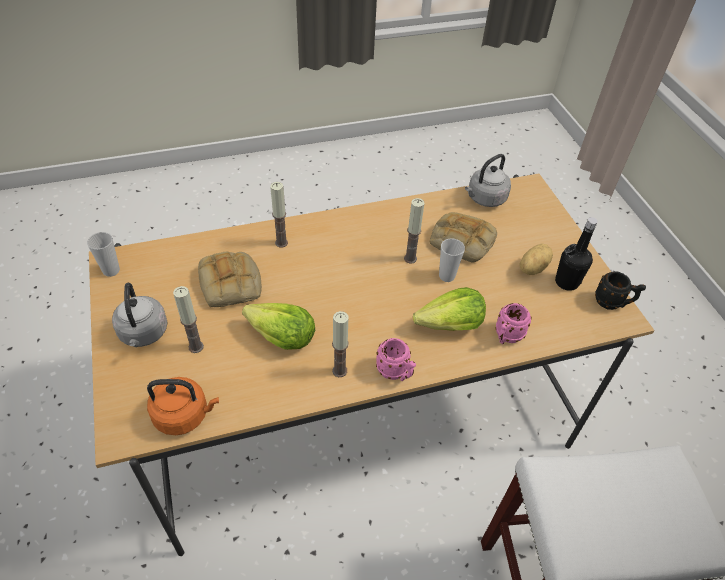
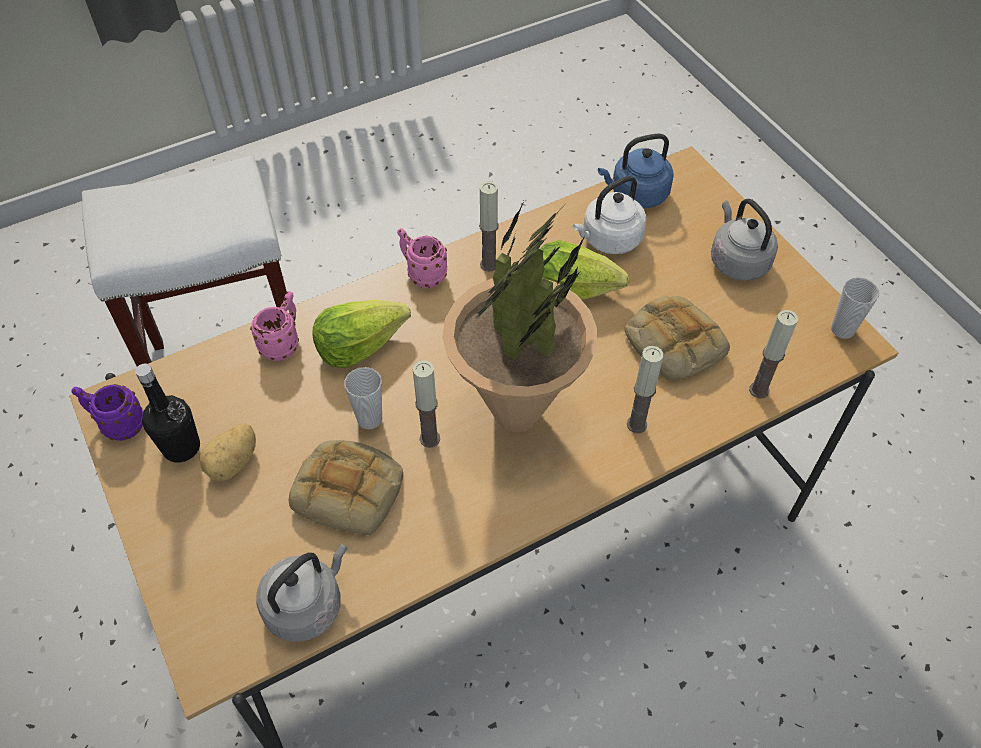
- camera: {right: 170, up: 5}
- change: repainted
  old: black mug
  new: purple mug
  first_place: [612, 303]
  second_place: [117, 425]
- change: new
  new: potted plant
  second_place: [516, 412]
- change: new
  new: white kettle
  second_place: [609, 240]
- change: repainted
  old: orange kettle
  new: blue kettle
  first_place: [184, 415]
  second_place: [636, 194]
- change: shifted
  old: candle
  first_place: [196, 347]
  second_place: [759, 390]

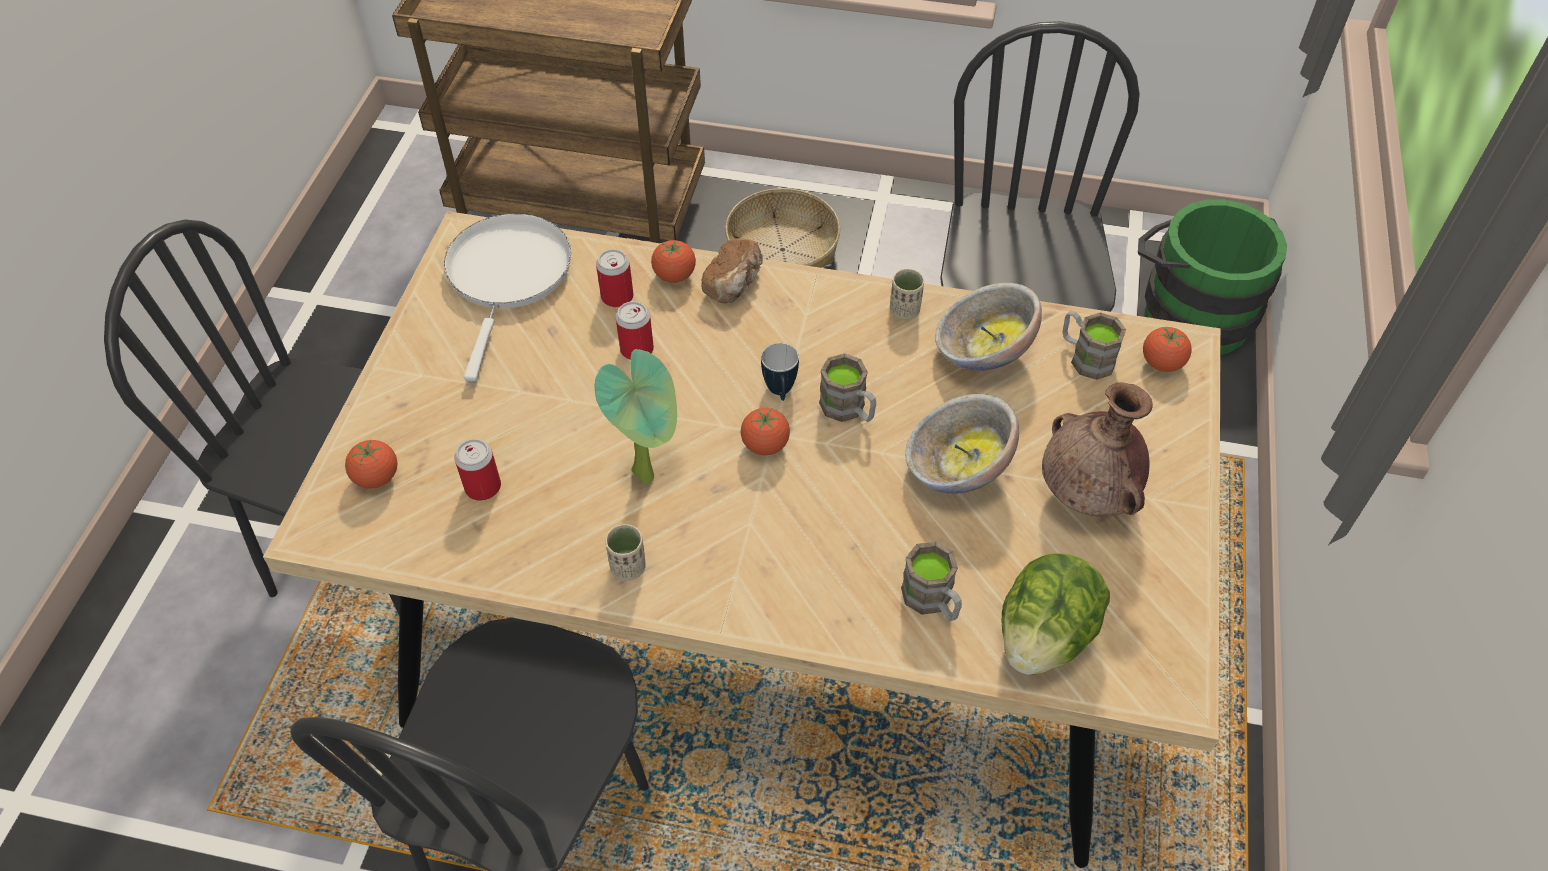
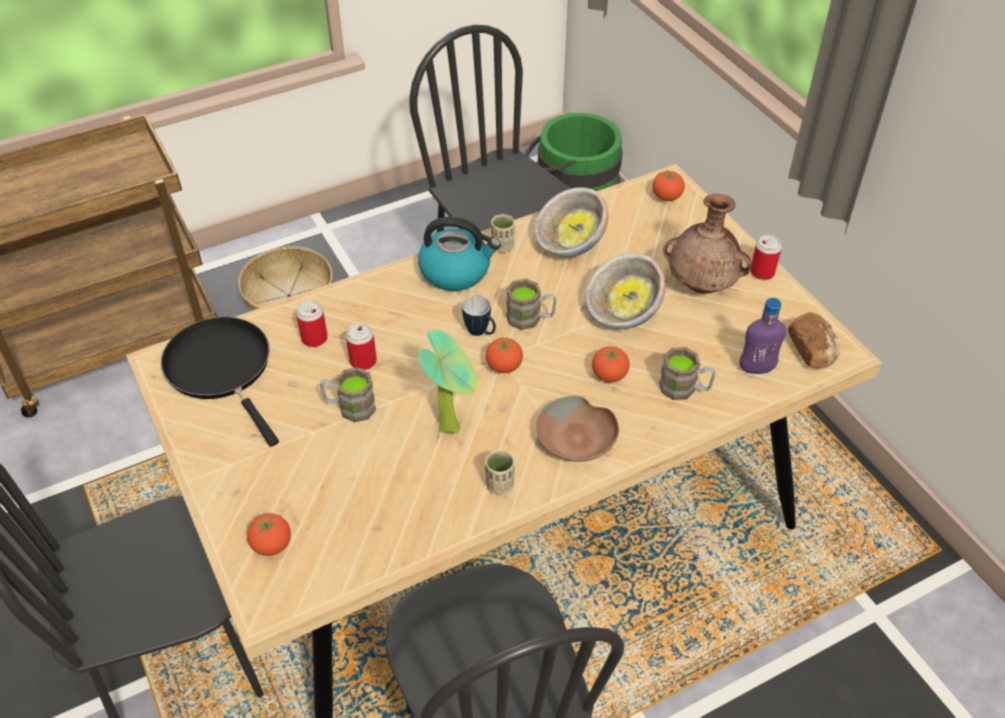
- camera: {right: -40, up: -5}
- change: repainted
  old: white frying pan
  new: black frying pan
  first_place: [508, 276]
  second_place: [222, 369]
- change: shifted
  old: brown mug
  first_place: [1085, 357]
  second_place: [349, 407]
- change: new
  new: kettle
  second_place: [456, 271]
- change: new
  new: brown bowl
  second_place: [577, 440]
- change: shifted
  old: tomato
  first_place: [674, 275]
  second_place: [609, 375]
- change: swapped
  old: lettuce
  new: purple bottle
  first_place: [1044, 636]
  second_place: [756, 368]
- change: shifted
  old: can
  first_place: [483, 487]
  second_place: [762, 272]
- change: shifted
  old: bread
  first_place: [735, 283]
  second_place: [812, 350]

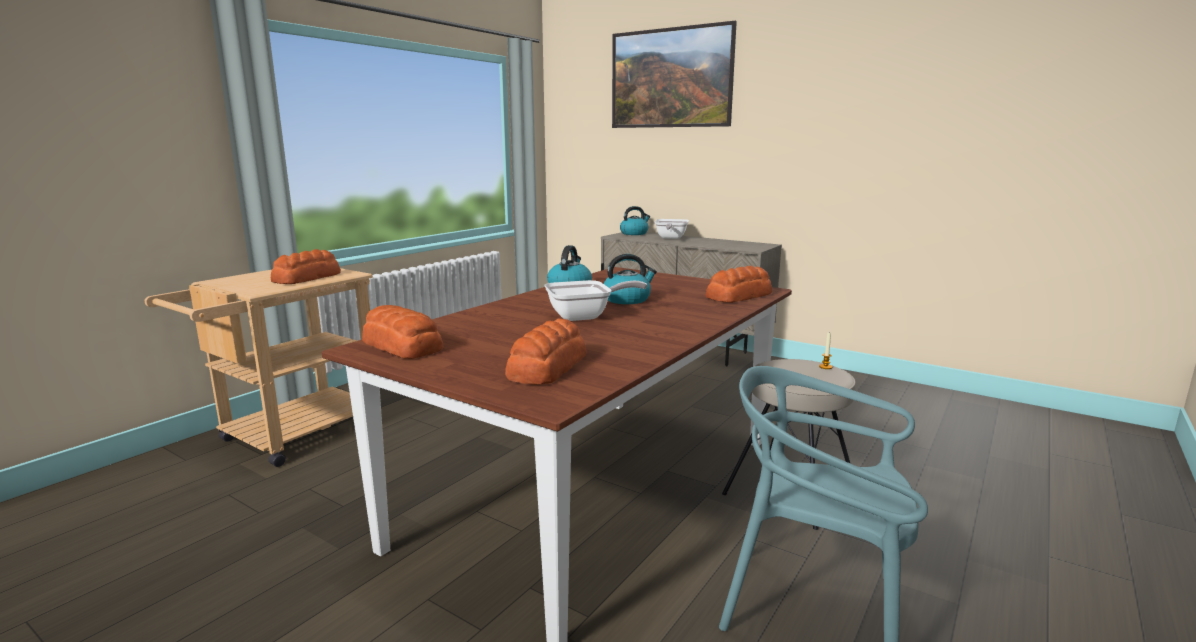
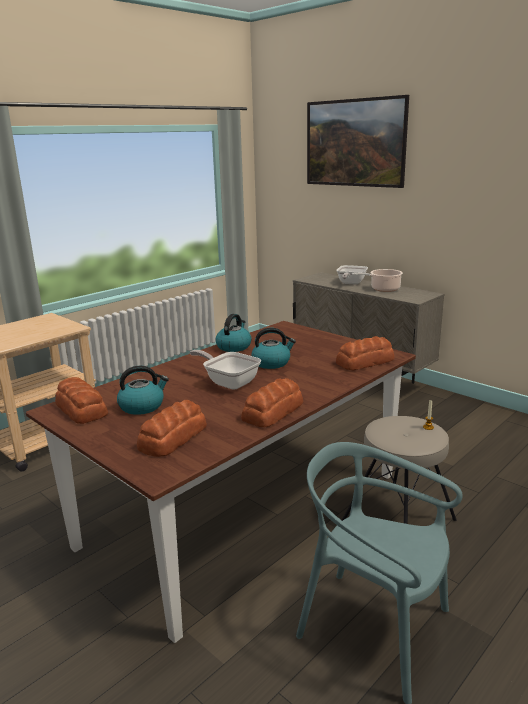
- camera: {right: 10, up: 5}
- change: shifted
  old: kettle
  first_place: [634, 233]
  second_place: [142, 406]
- change: rotated
  old: frying pan
  first_place: [585, 316]
  second_place: [229, 382]
  degrees: -135
- change: shifted
  old: bread
  first_place: [308, 278]
  second_place: [274, 411]
- change: new
  new: cooking pot
  second_place: [383, 289]

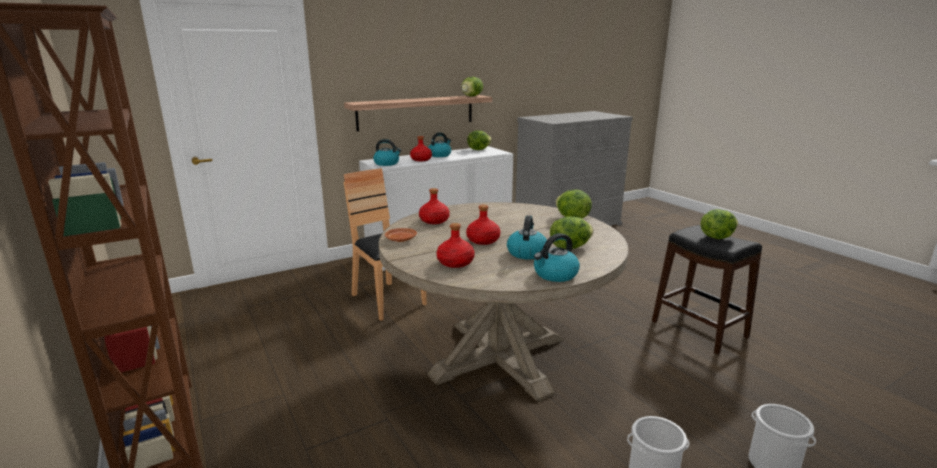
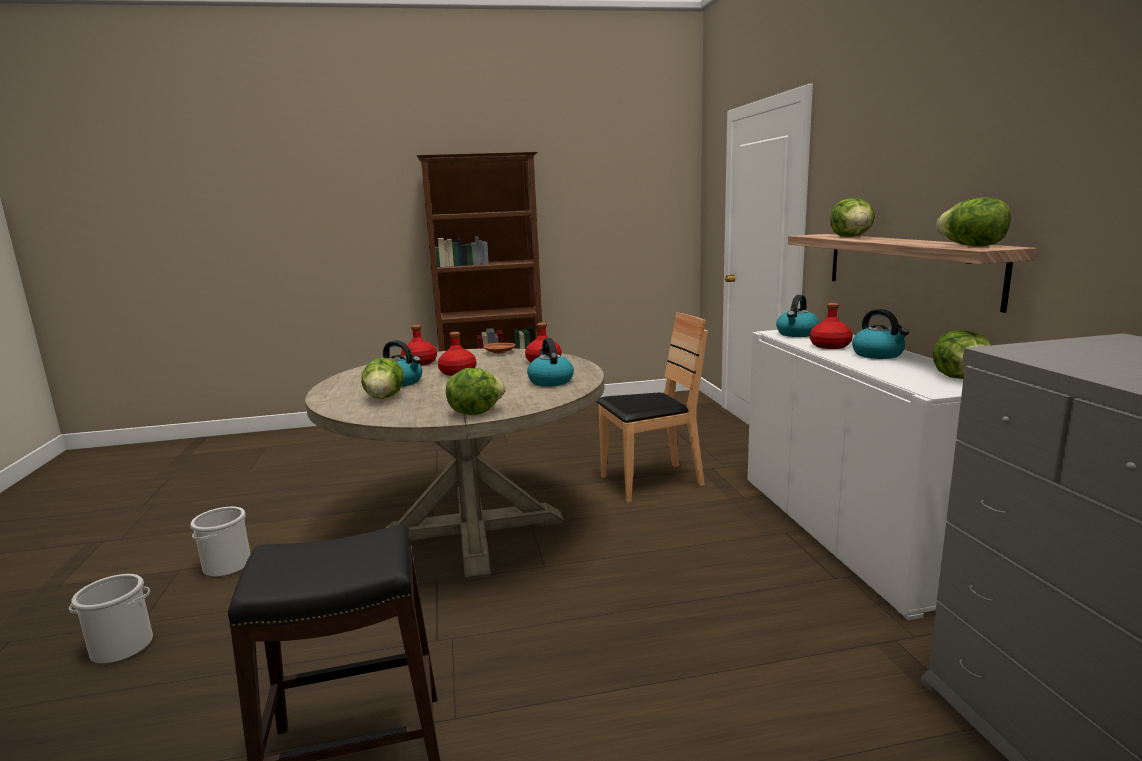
- camera: {right: 110, up: -5}
- change: shifted
  old: kettle
  first_place: [555, 274]
  second_place: [550, 381]
- change: shifted
  old: lettuce
  first_place: [716, 237]
  second_place: [851, 237]

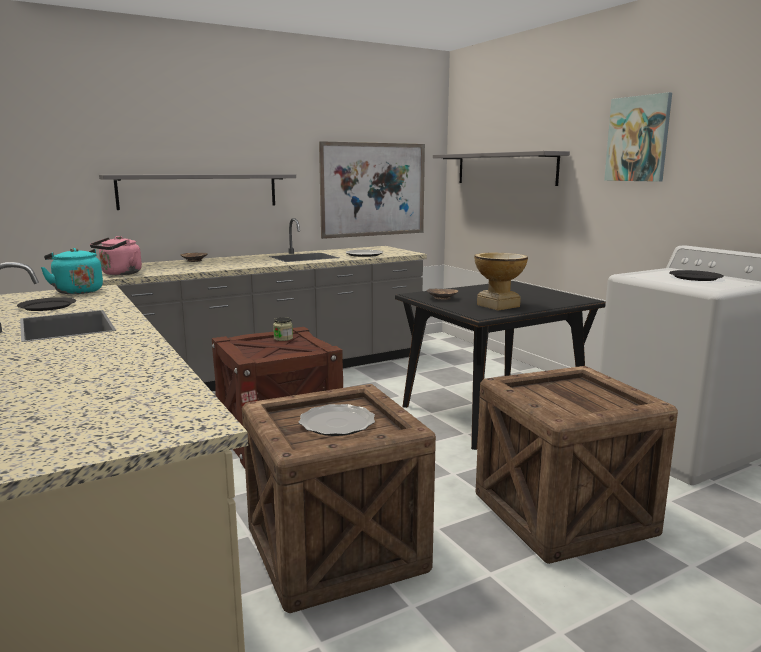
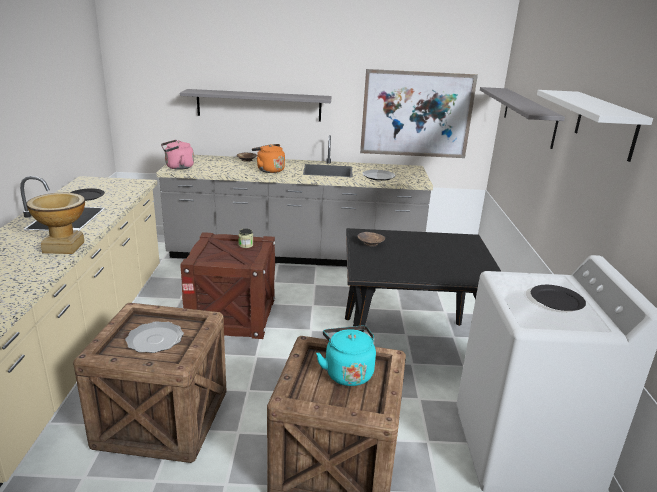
- camera: {right: 30, up: 10}
- change: shifted
  old: vase
  first_place: [498, 305]
  second_place: [64, 247]
- change: new
  new: orange kettle
  second_place: [269, 170]
- change: shifted
  old: turquoise kettle
  first_place: [77, 291]
  second_place: [347, 372]
- change: swapped
  old: picture
  new: white shelf
  first_place: [638, 139]
  second_place: [605, 124]

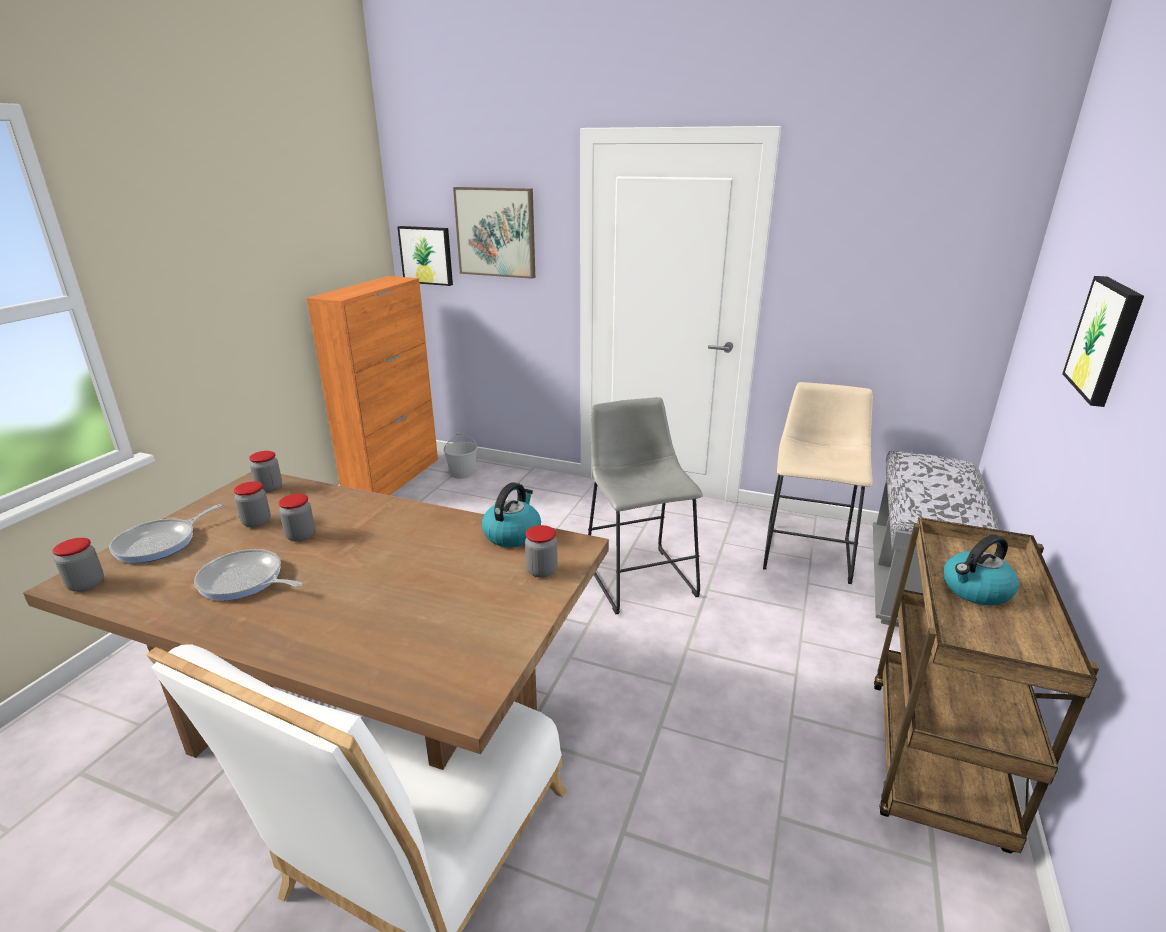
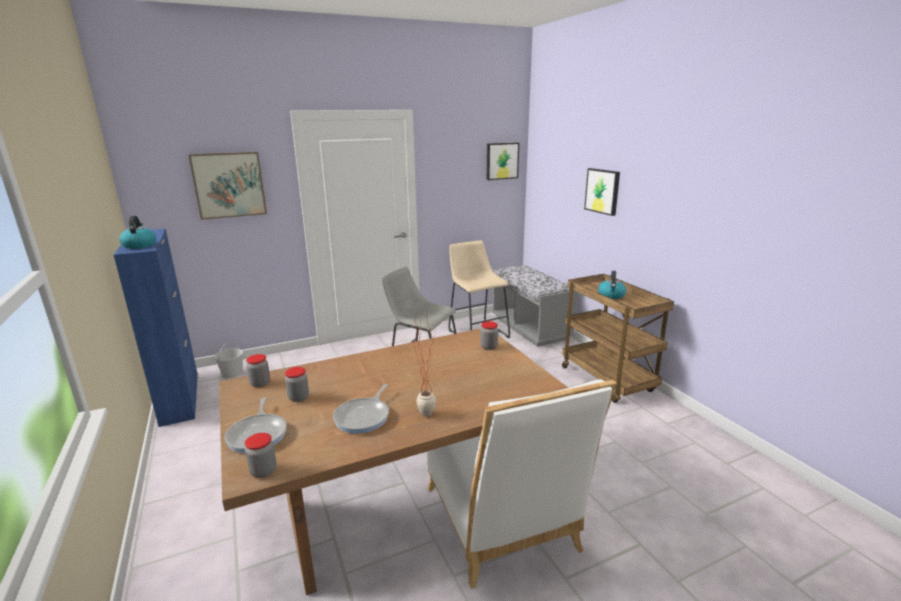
- camera: {right: -45, up: -5}
- change: repainted
  old: orange cabinet
  new: blue cabinet
  first_place: [394, 478]
  second_place: [180, 397]
- change: shifted
  old: kettle
  first_place: [512, 534]
  second_place: [139, 245]
- change: rotated
  old: frying pan
  first_place: [244, 581]
  second_place: [364, 417]
  degrees: -45
- change: new
  new: potted plant
  second_place: [428, 411]
- change: shifted
  old: picture
  first_place: [427, 255]
  second_place: [501, 161]
- change: gone
  old: jar
  first_place: [300, 536]

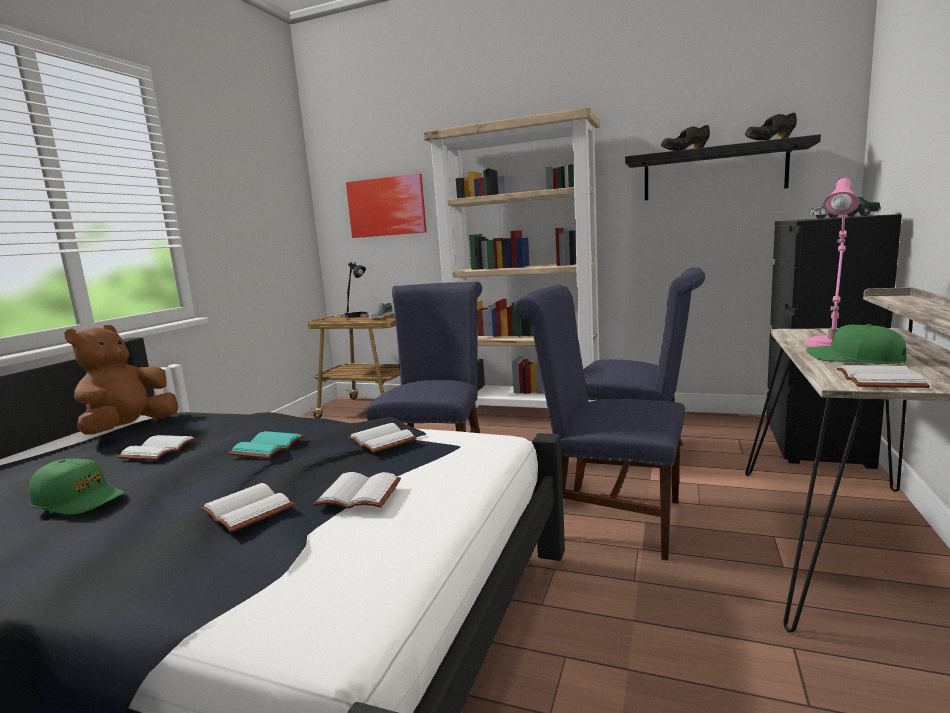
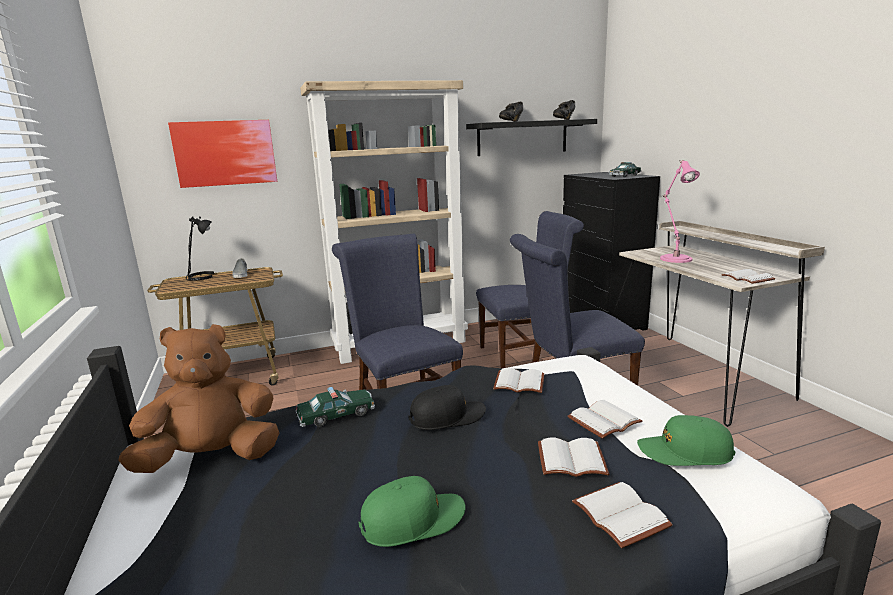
- camera: {right: -40, up: 5}
- change: rotated
  old: brown plush toy
  first_place: [129, 429]
  second_place: [212, 458]
  degrees: 90
- change: new
  new: toy car
  second_place: [336, 415]
- change: swapped
  old: turquoise book
  new: black cap
  first_place: [267, 446]
  second_place: [447, 417]
- change: shifted
  old: white book
  first_place: [158, 449]
  second_place: [617, 515]
- change: shifted
  old: green cap
  first_place: [854, 358]
  second_place: [684, 452]

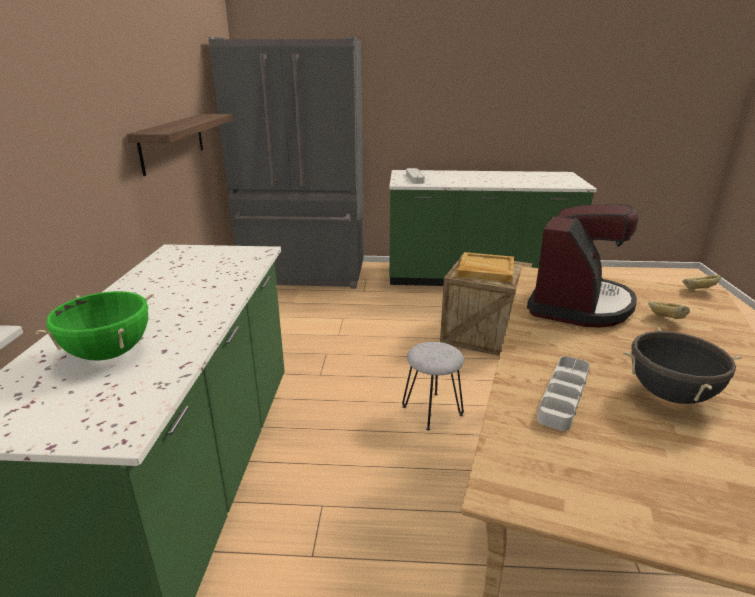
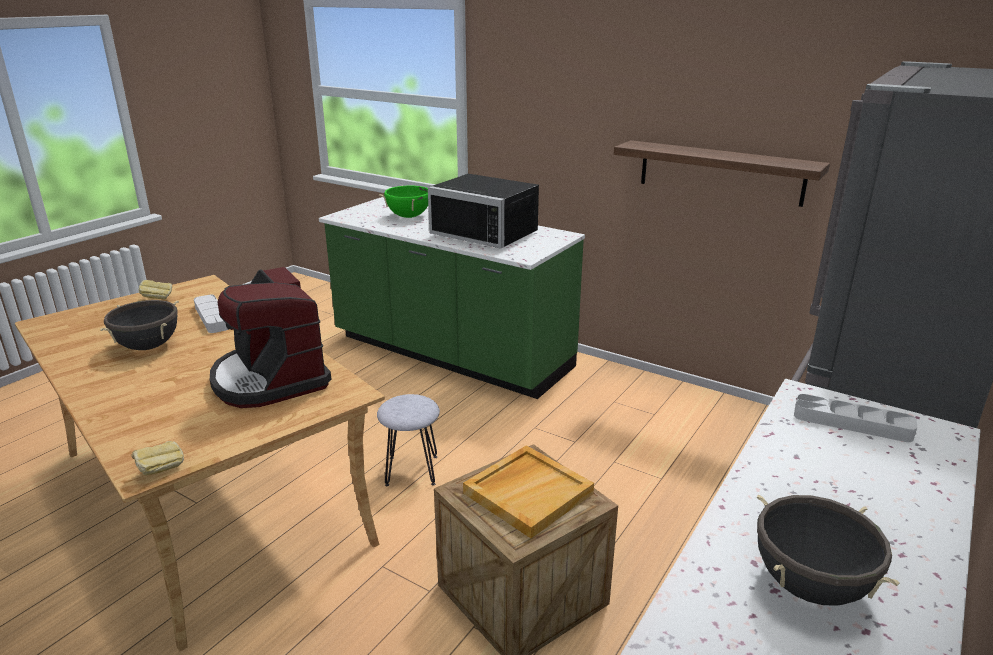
- camera: {right: 120, up: 0}
- change: shifted
  old: bread
  first_place: [665, 319]
  second_place: [158, 298]
- change: new
  new: black microwave
  second_place: [488, 233]
- change: new
  new: black cooking pot
  second_place: [810, 586]

